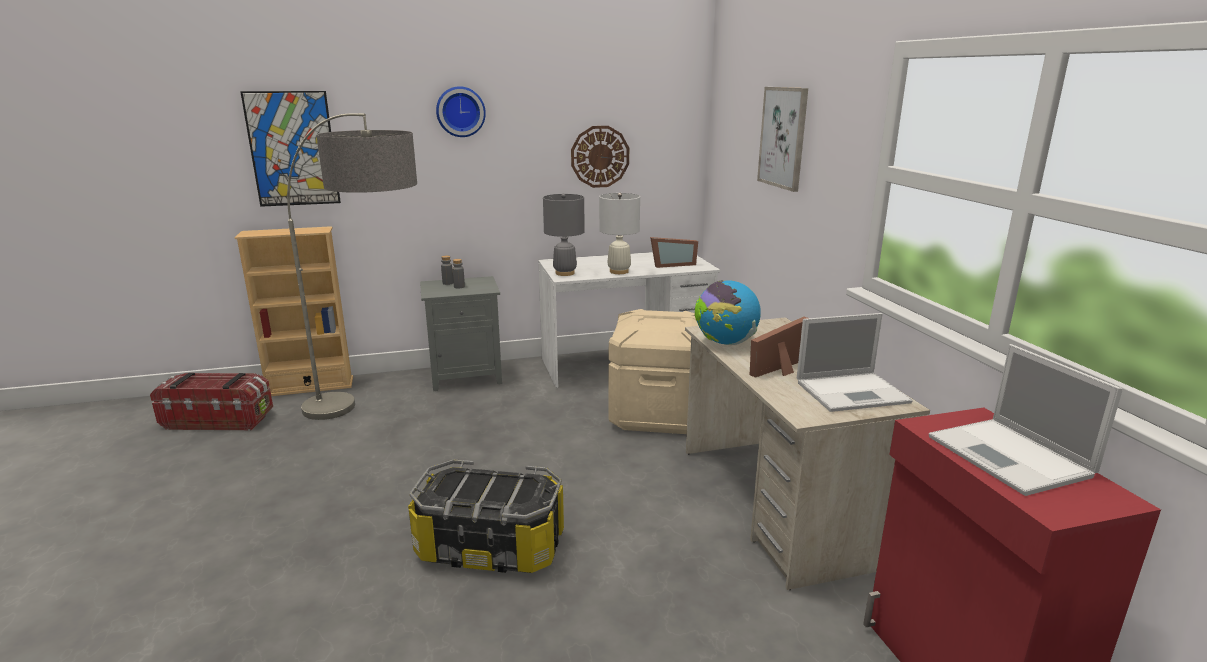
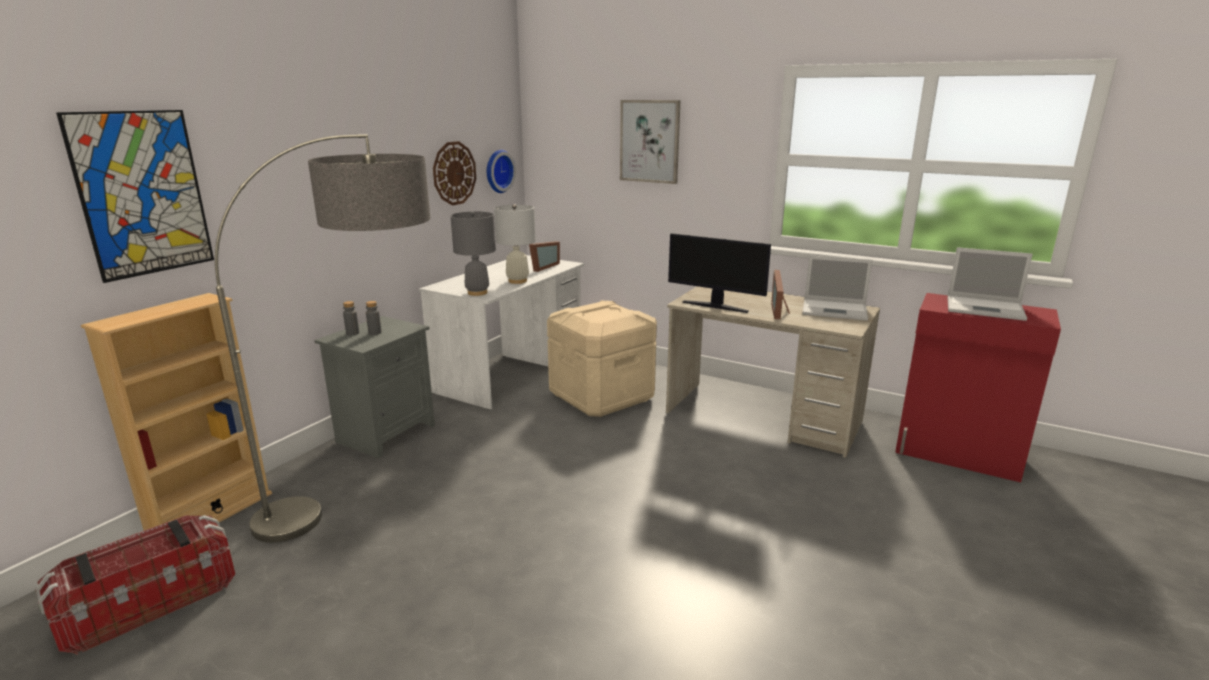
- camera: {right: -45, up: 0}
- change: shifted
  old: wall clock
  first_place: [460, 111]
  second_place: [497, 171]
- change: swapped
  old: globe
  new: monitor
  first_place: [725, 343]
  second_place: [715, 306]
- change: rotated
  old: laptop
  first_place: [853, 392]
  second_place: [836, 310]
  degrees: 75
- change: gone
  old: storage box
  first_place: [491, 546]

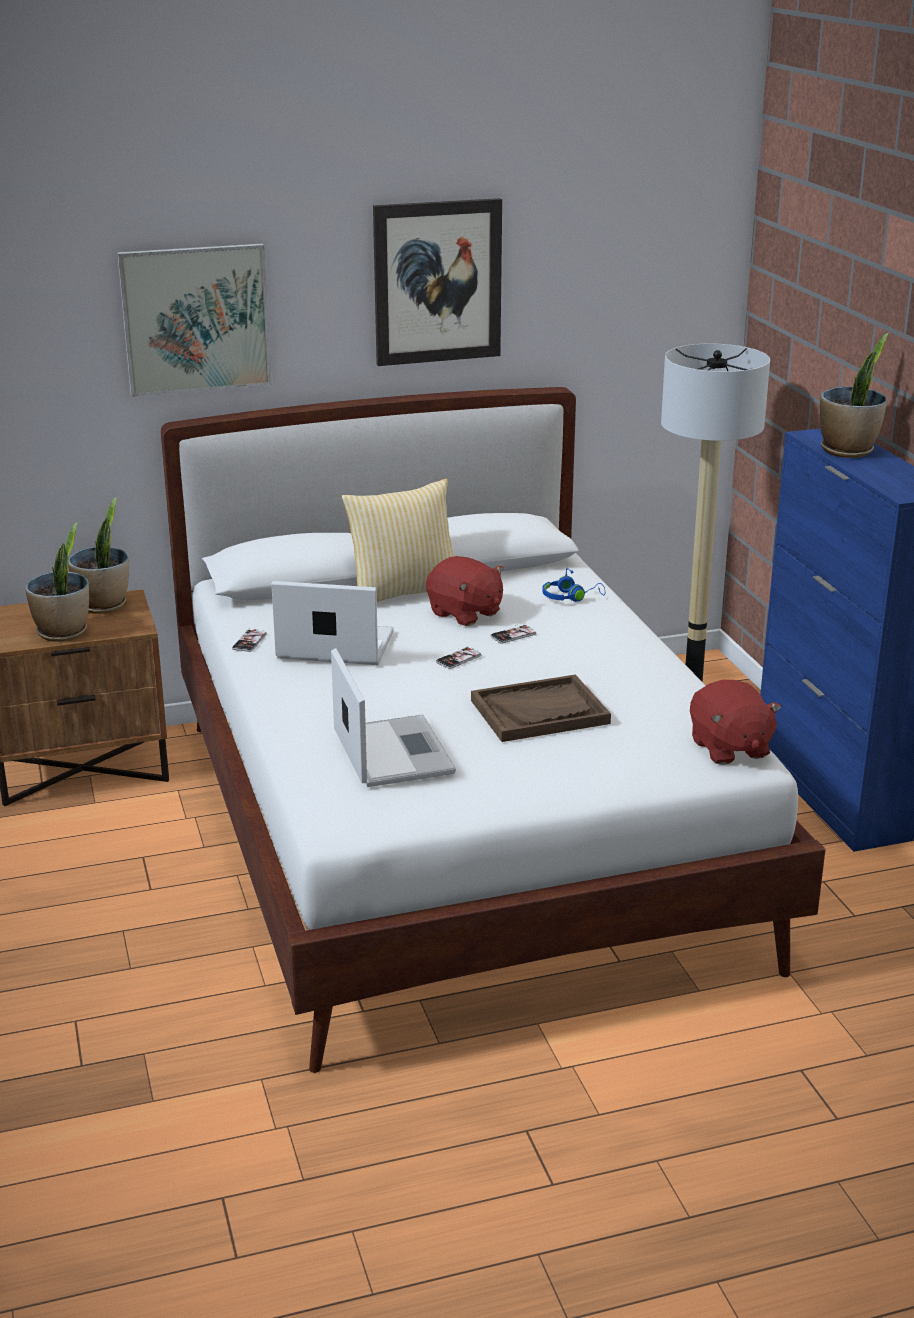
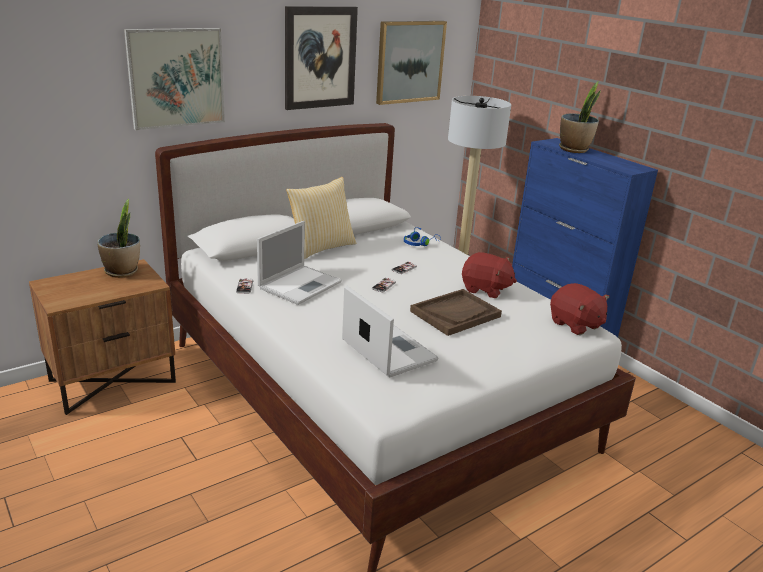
- camera: {right: -20, up: 0}
- change: rotated
  old: laptop
  first_place: [333, 646]
  second_place: [301, 284]
  degrees: 135
- change: new
  new: picture
  second_place: [409, 61]
- change: shifted
  old: red plush toy
  first_place: [465, 613]
  second_place: [485, 289]
- change: gone
  old: potted plant
  first_place: [63, 633]

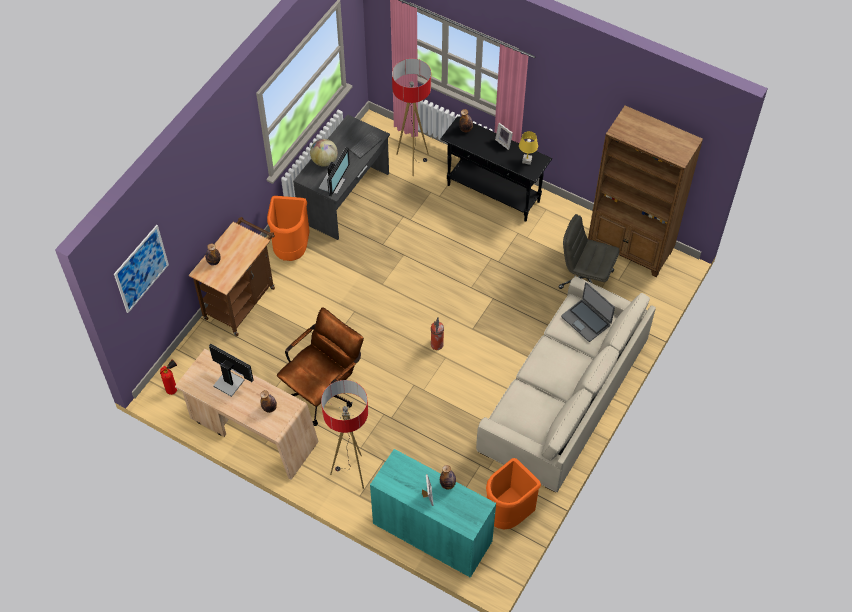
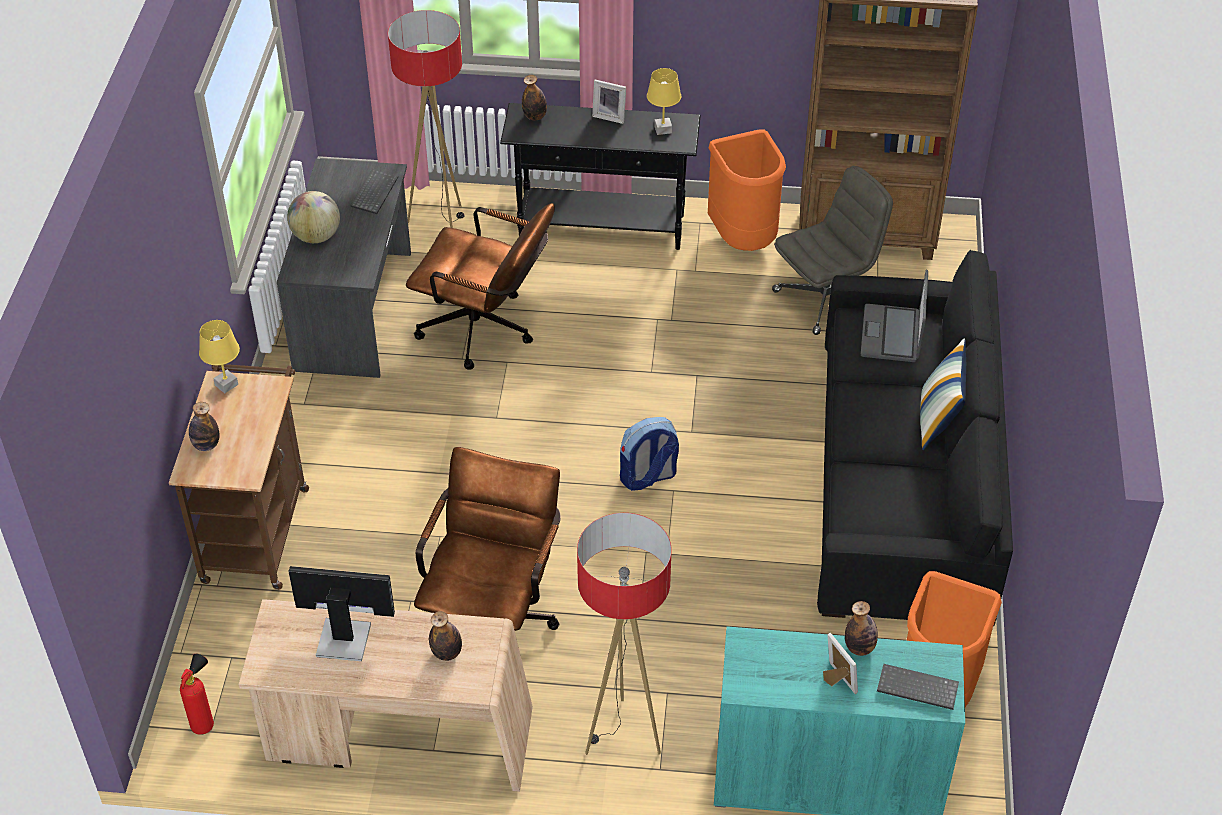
- camera: {right: -25, up: -10}
- change: new
  new: yellow table lamp
  second_place: [226, 384]
- change: new
  new: brown office chair
  second_place: [486, 331]
- change: swapped
  old: fire extinguisher
  new: backpack
  first_place: [437, 345]
  second_place: [648, 477]
- change: shifted
  old: orange trash can
  first_place: [292, 249]
  second_place: [744, 239]
- change: rotated
  old: grey office chair
  first_place: [585, 279]
  second_place: [825, 299]
  degrees: 150
- change: repainted
  old: beige sofa
  new: black sofa
  first_place: [563, 395]
  second_place: [903, 477]
- change: rotated
  old: laptop
  first_place: [586, 320]
  second_place: [892, 334]
  degrees: 75
- change: new
  new: keyboard
  second_place: [916, 689]
- change: new
  new: pillow
  second_place: [938, 421]
- change: gone
  old: picture
  first_place: [141, 269]
- change: gone
  old: monitor
  first_place: [333, 184]

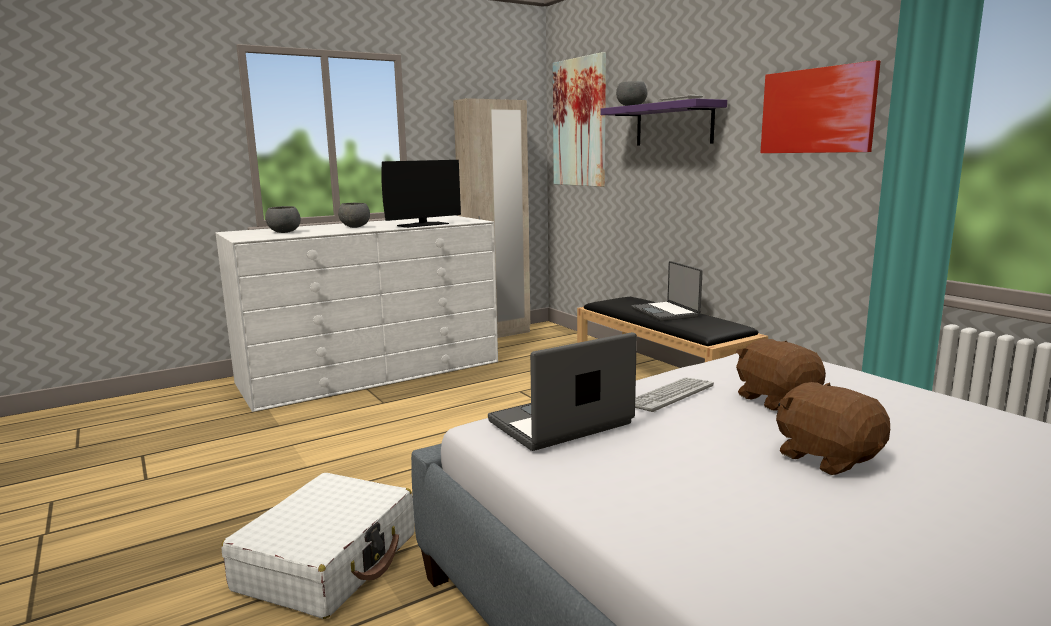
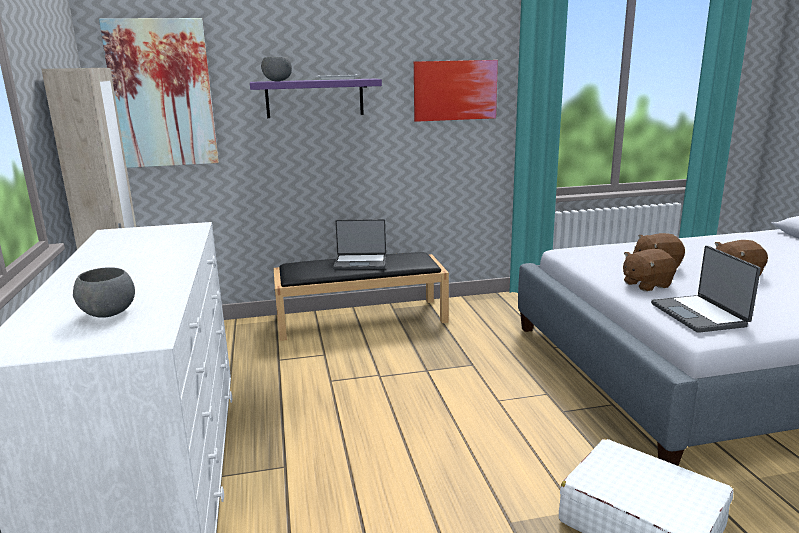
- camera: {right: -70, up: 5}
- change: swapped
  old: keyboard
  new: brown plush toy
  first_place: [669, 396]
  second_place: [646, 284]
- change: gone
  old: grey bowl
  first_place: [354, 227]
- change: gone
  old: monitor
  first_place: [423, 225]

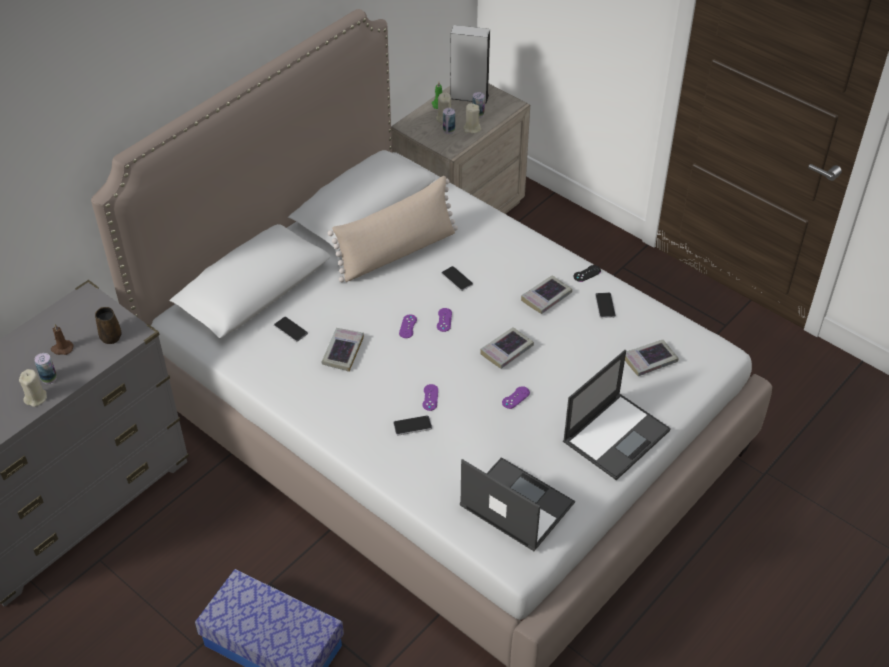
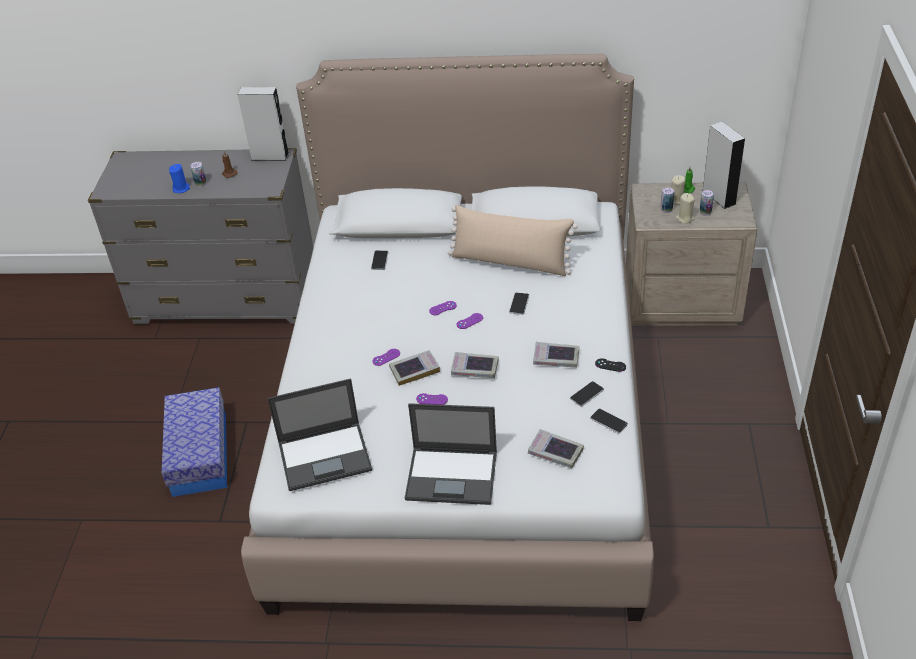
- camera: {right: 55, up: -5}
- change: repainted
  old: beige candle
  new: blue candle
  first_place: [36, 398]
  second_place: [181, 189]
- change: new
  new: grey speaker
  second_place: [270, 156]
- change: rotated
  old: laptop
  first_place: [515, 504]
  second_place: [326, 456]
  degrees: 75
- change: shifted
  old: book
  first_place: [343, 352]
  second_place: [414, 370]
- change: shifted
  old: phone
  first_place: [412, 426]
  second_place: [608, 421]
- change: gone
  old: brown mug
  first_place: [111, 336]

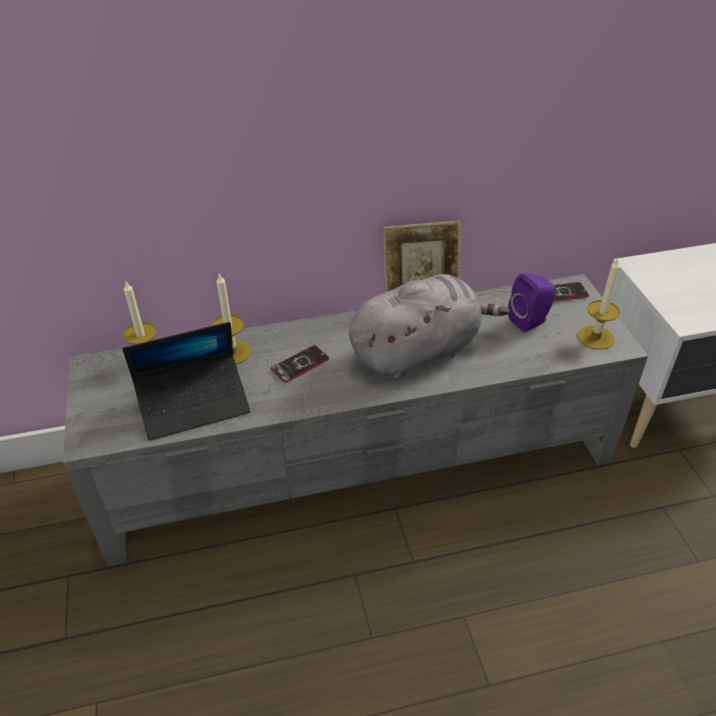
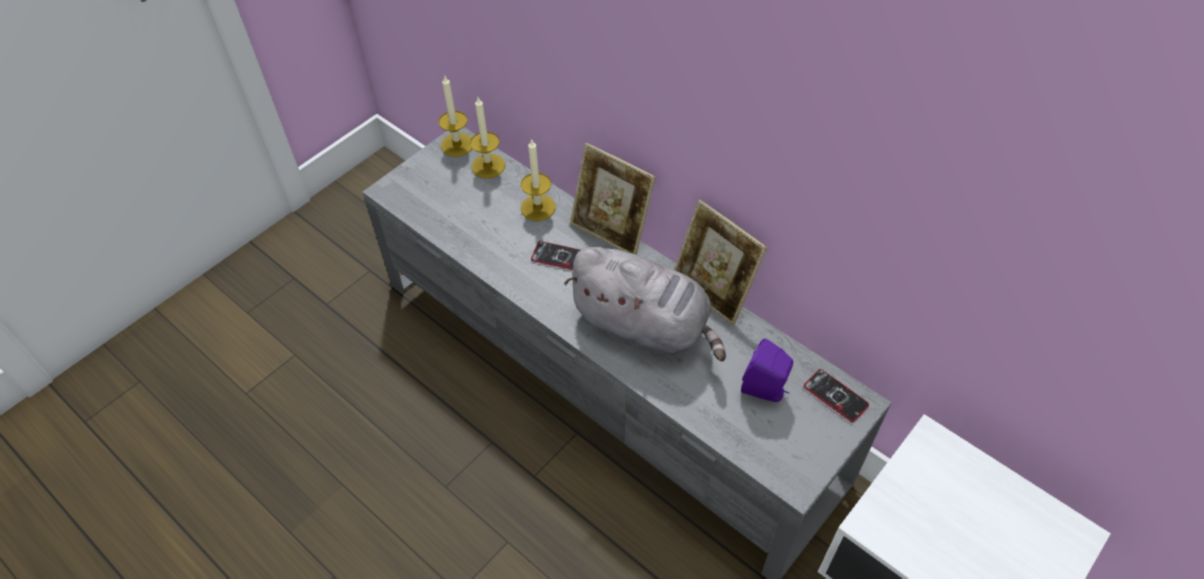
- camera: {right: 55, up: 10}
- change: shifted
  old: candle
  first_place: [595, 337]
  second_place: [457, 145]
- change: new
  new: picture frame
  second_place: [611, 231]
- change: gone
  old: laptop
  first_place: [194, 404]

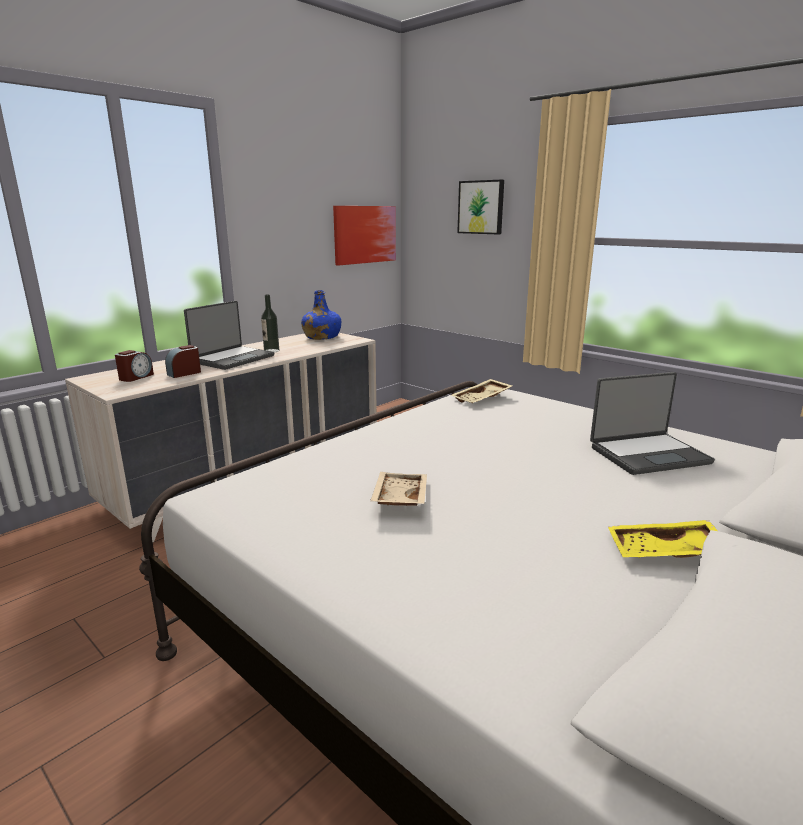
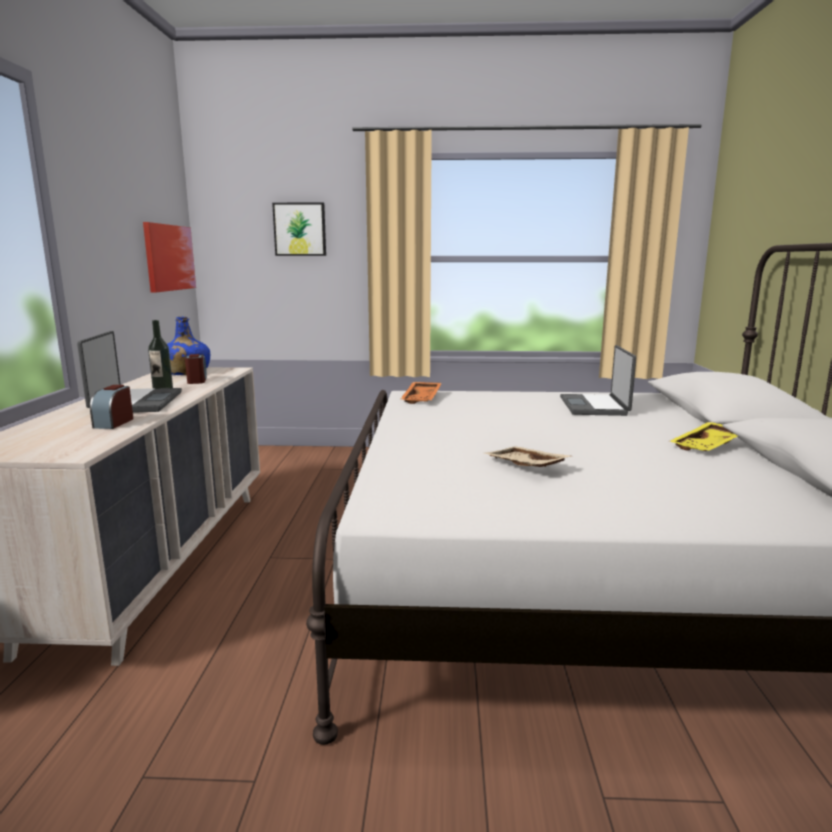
- camera: {right: -40, up: -5}
- change: shifted
  old: alarm clock
  first_place: [136, 377]
  second_place: [197, 380]
- change: repainted
  old: beige tray
  new: orange tray
  first_place: [482, 399]
  second_place: [422, 399]
- change: rotated
  old: laptop
  first_place: [647, 454]
  second_place: [595, 406]
  degrees: 150

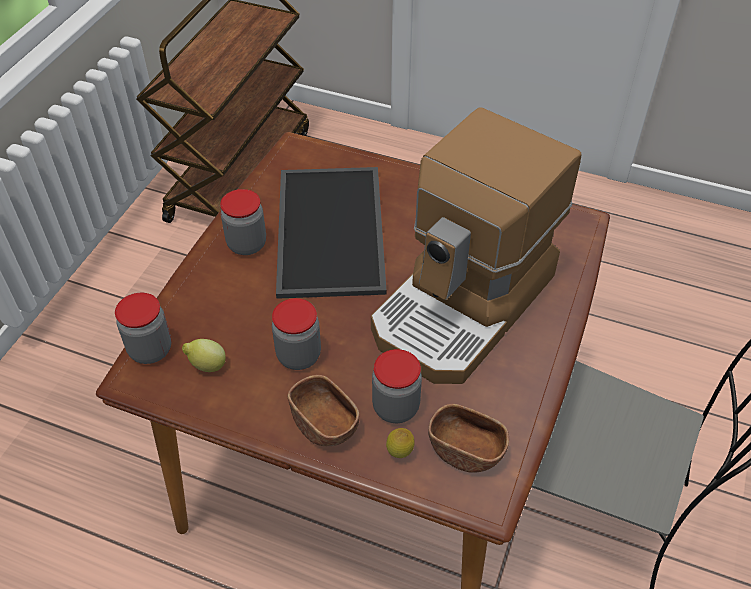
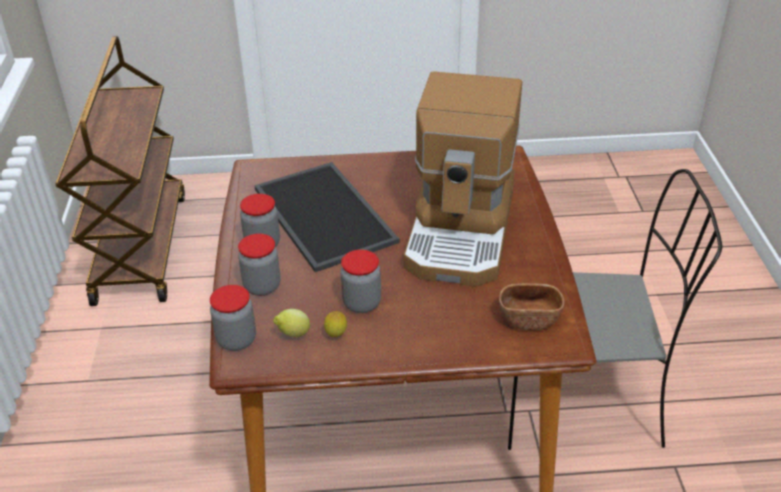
- camera: {right: -25, up: -10}
- change: shifted
  old: jar
  first_place: [396, 407]
  second_place: [262, 286]
- change: shifted
  old: lemon
  first_place: [399, 453]
  second_place: [336, 335]
- change: gone
  old: brown bowl
  first_place: [324, 424]

